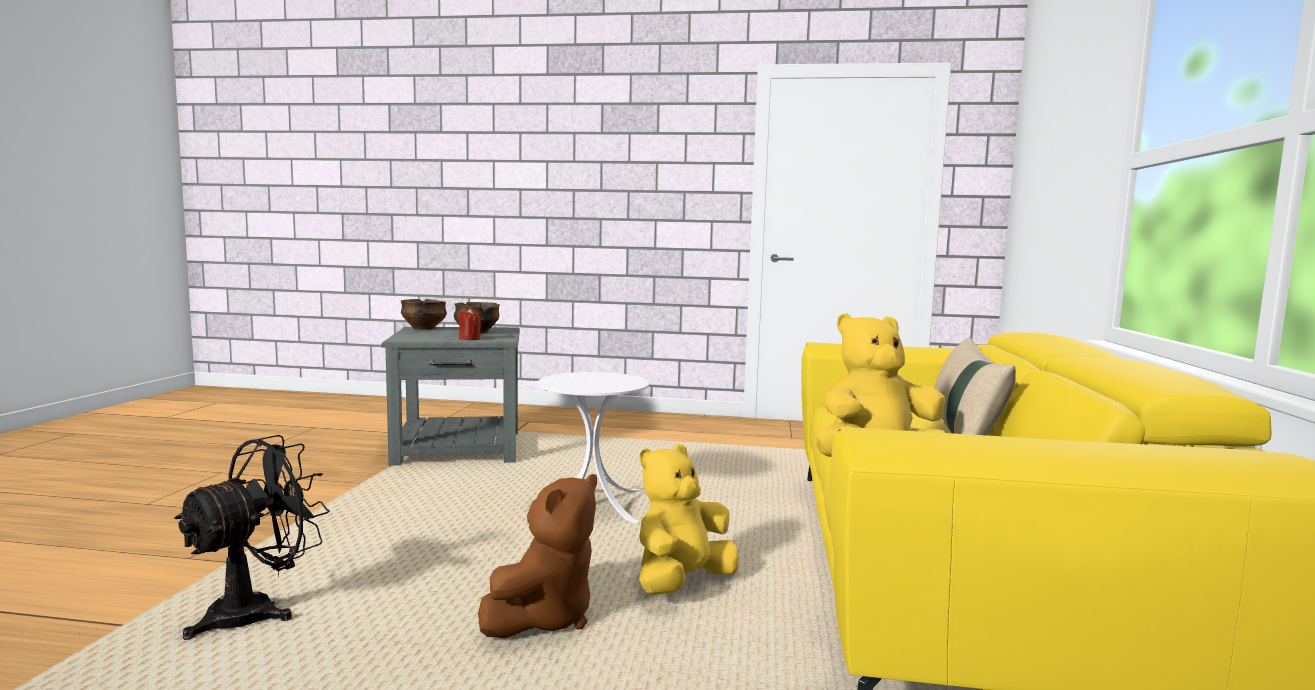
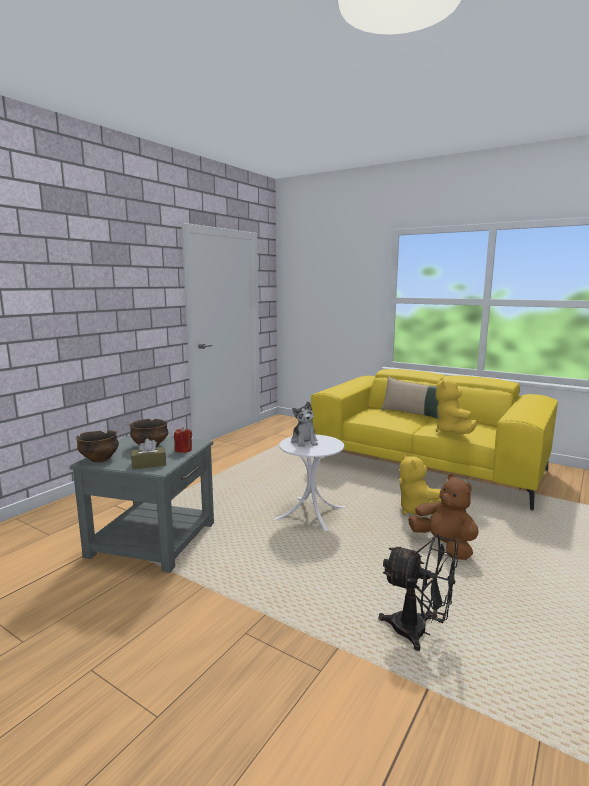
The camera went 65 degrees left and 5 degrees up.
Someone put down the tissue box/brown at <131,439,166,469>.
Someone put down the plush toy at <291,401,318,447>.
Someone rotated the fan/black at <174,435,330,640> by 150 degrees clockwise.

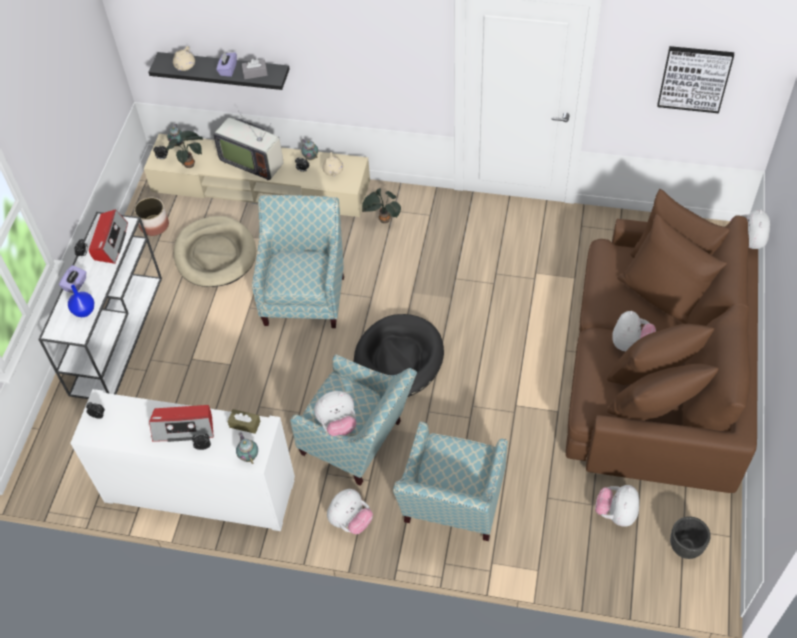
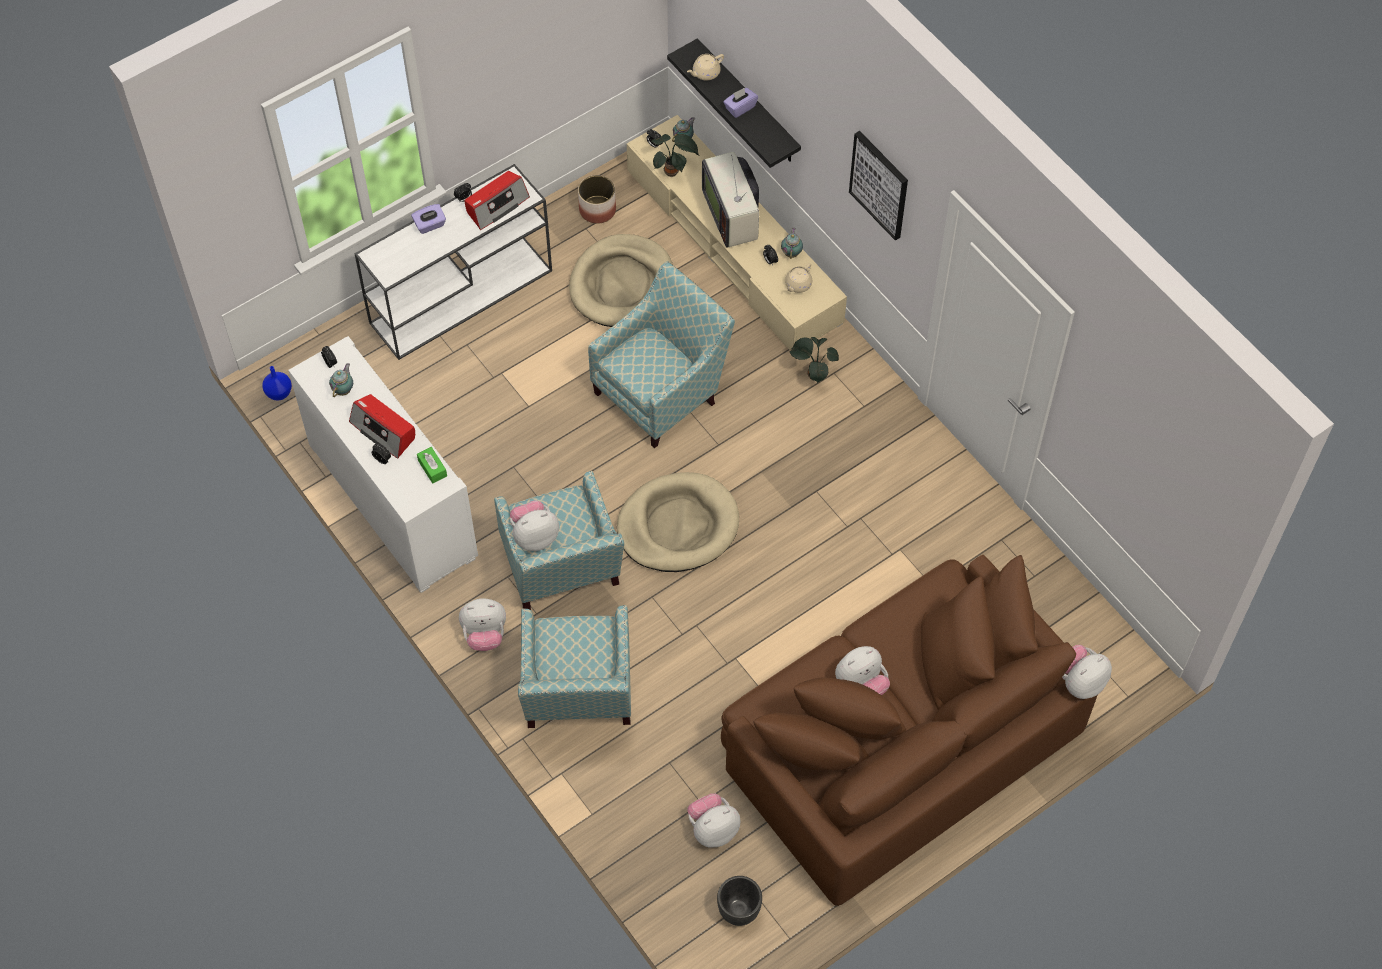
The camera went 40 degrees right and 5 degrees up.
Someone took away the tissue box/grey at <242,59,268,79>.
Someone carried the vase/blue from <68,285,94,317> to <262,366,292,401>.
Someone carried the teapot from <236,432,258,464> to <329,363,353,397>.
Someone carried the picture from <657,46,734,113> to <849,131,908,241>.
Someone repainted the tissue box/brown at <227,409,261,434>, which became the tissue box/green at <417,447,447,484>.
Someone repainted the dog bed/black at <354,314,444,397>, which became the dog bed/beige at <617,472,739,572>.
Someone rotated the plush toy at <314,391,356,436> by 135 degrees clockwise.
Someone rotated the armchair at <393,421,508,541> by 60 degrees counterclockwise.

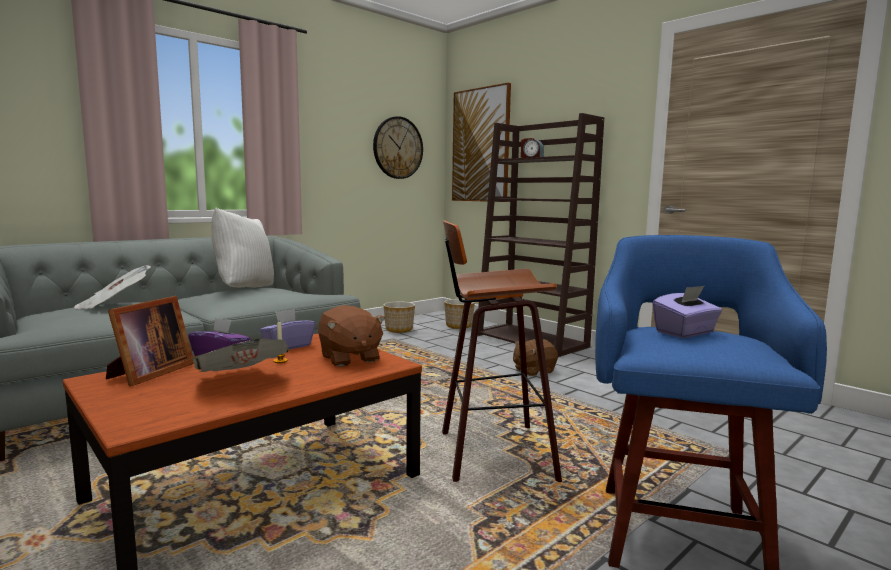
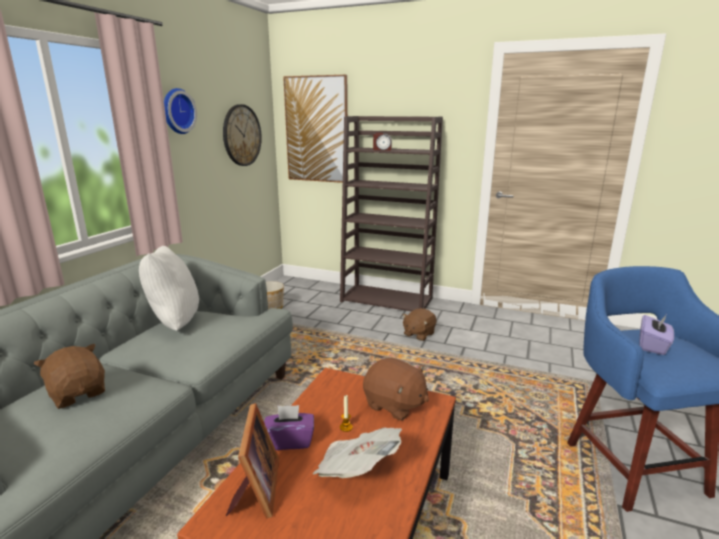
The camera went 25 degrees left and 10 degrees up.
Someone took away the tissue box/purple at <260,309,315,349>.
Someone took away the stool at <442,220,562,482>.
Someone took away the planter at <444,299,475,329>.
Someone put up the wall clock at <164,88,197,134>.
Someone swapped the newspaper at <74,265,151,309> for the plush toy/brown at <34,344,105,409>.

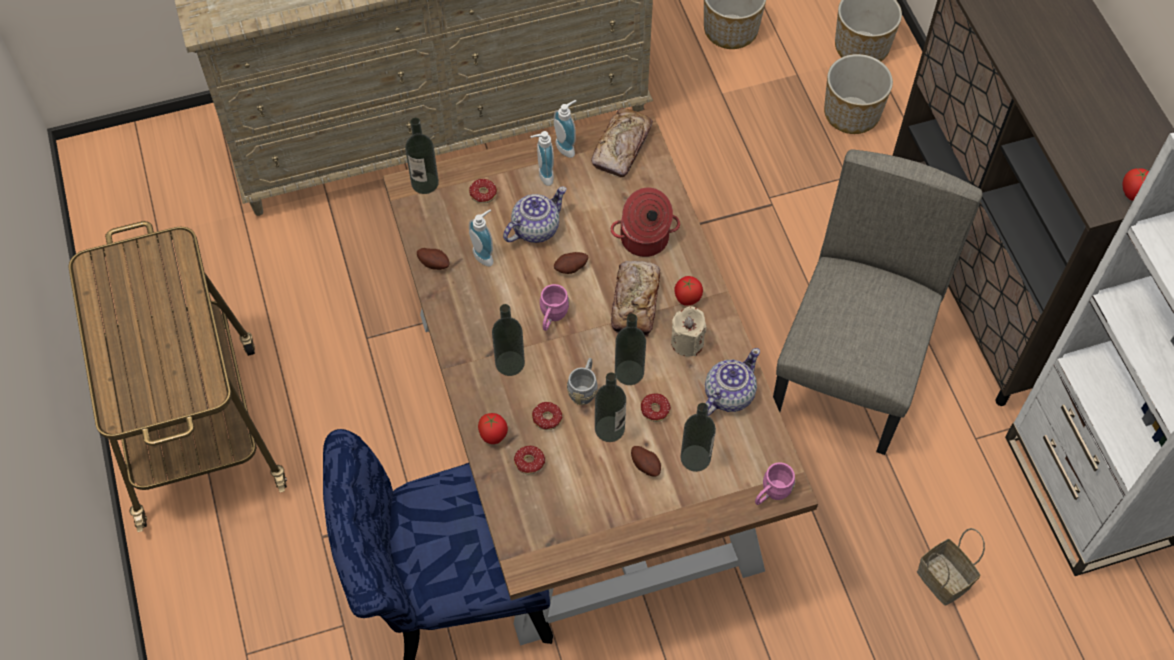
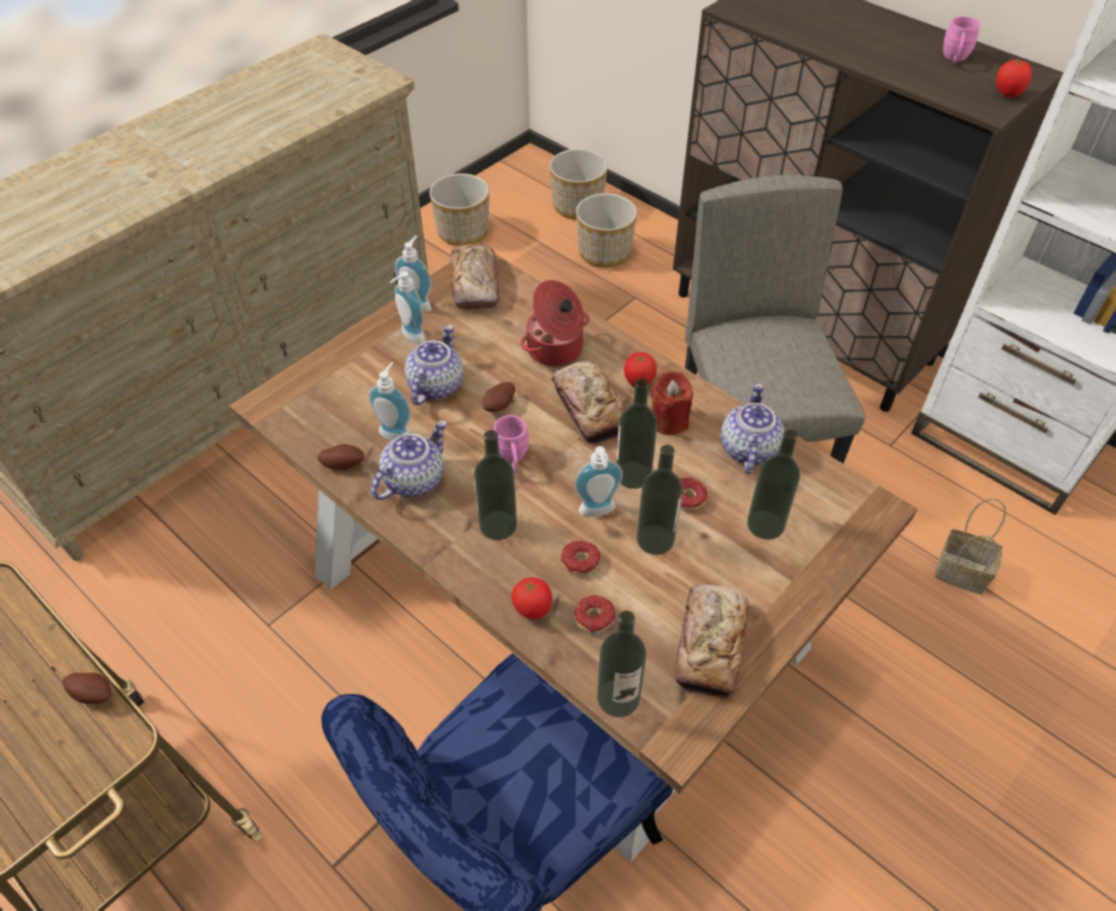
The camera went 30 degrees left and 10 degrees down.
Someone took away the donut at <469,179,497,203>.
Someone put down the teapot at <371,420,447,500>.
Someone put down the bread at <675,584,748,699>.
Someone carried the bottle from <405,118,439,194> to <597,611,646,717>.
Someone carried the potato from <631,446,661,476> to <63,672,111,704>.
Someone carried the mug/pink from <755,462,795,505> to <943,16,980,63>.
Someone swapped the mug/grey at <567,358,597,405> for the soap dispenser at <574,446,623,517>.
Someone repainted the candle/beige at <671,307,707,357>, which became the candle/red at <651,371,693,435>.

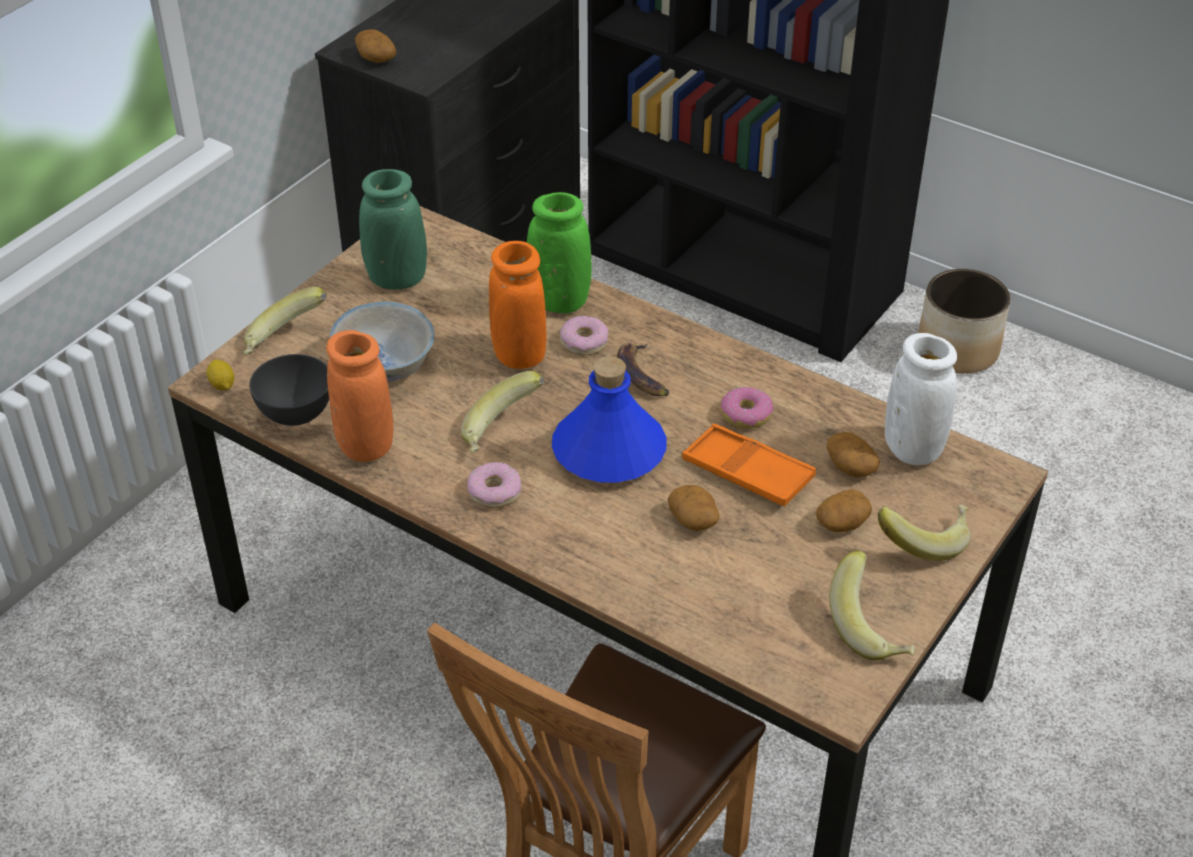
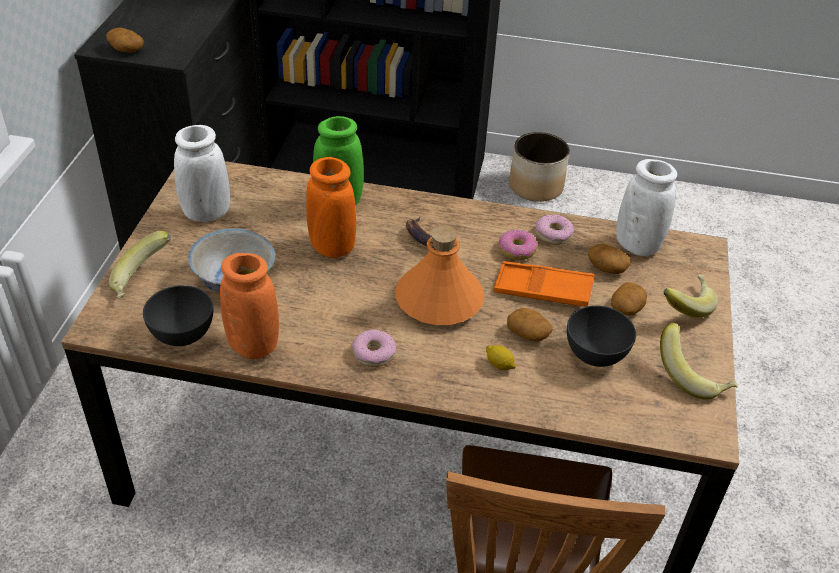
The camera went 25 degrees left and 0 degrees up.
Someone took away the banana at <461,371,544,453>.
Someone put down the bowl/grey at <567,305,636,367>.
Someone carried the lemon from <206,359,234,391> to <486,345,516,370>.
Someone carried the donut from <560,316,608,355> to <535,215,574,245>.
Someone repainted the vase/green at <359,169,427,290>, which became the vase/white at <174,125,230,222>.
Someone repainted the bottle/blue at <552,356,667,483>, which became the bottle/orange at <395,226,484,325>.

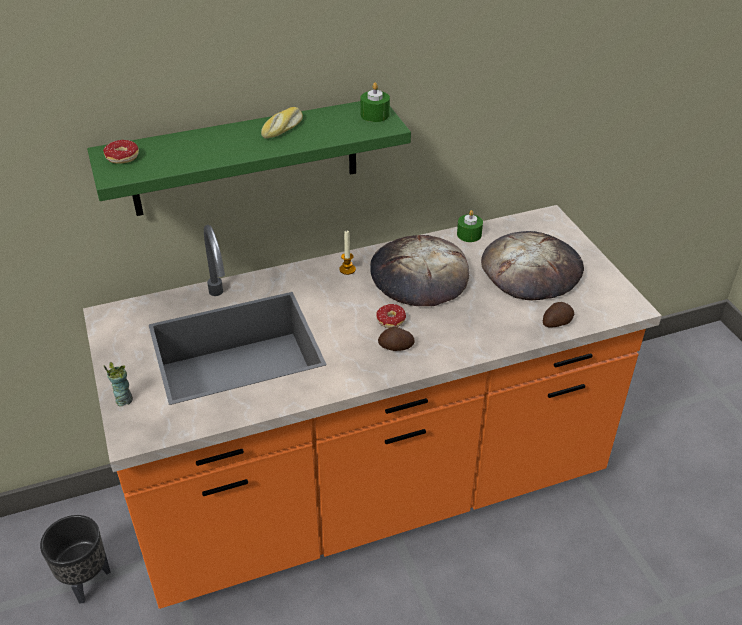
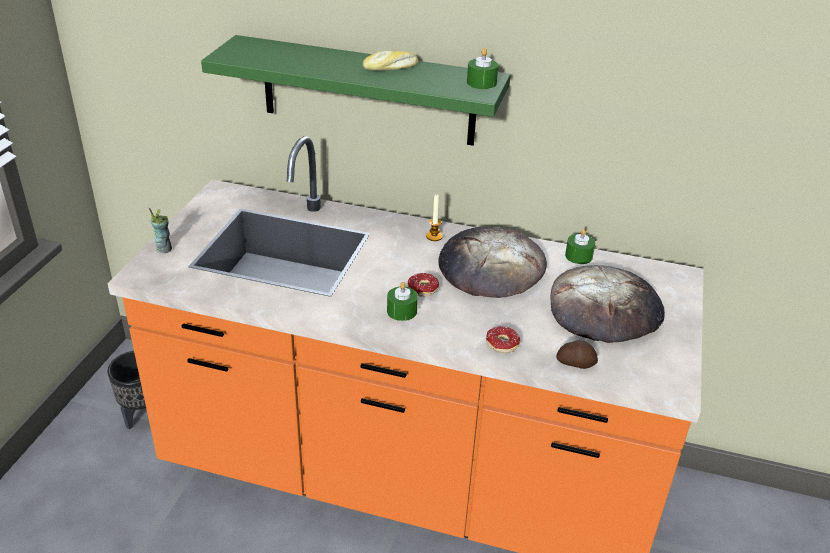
The camera went 35 degrees right and 5 degrees down.
Someone carried the donut from <103,140,139,164> to <486,326,520,353>.
Someone swapped the potato at <378,326,415,351> for the candle/green at <387,282,418,321>.

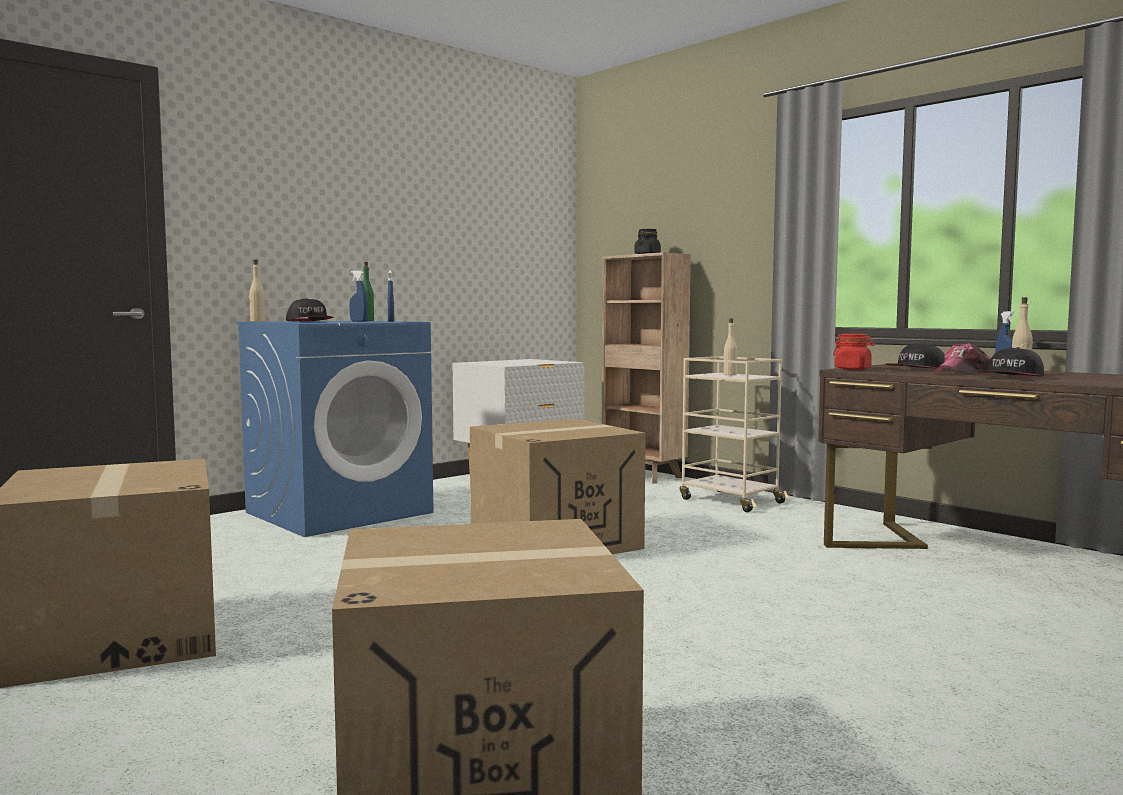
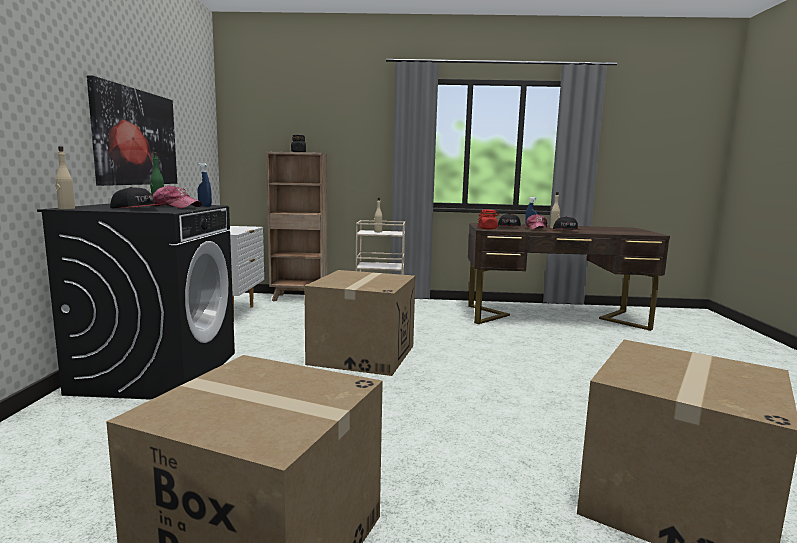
The camera went 45 degrees left and 5 degrees up.
Someone put up the picture at <87,75,177,186>.
Someone swapped the spray bottle/blue at <349,271,368,322> for the cap at <152,185,202,208>.
Someone repainted the washing machine/blue at <237,321,434,537>, which became the washing machine/black at <37,203,235,400>.

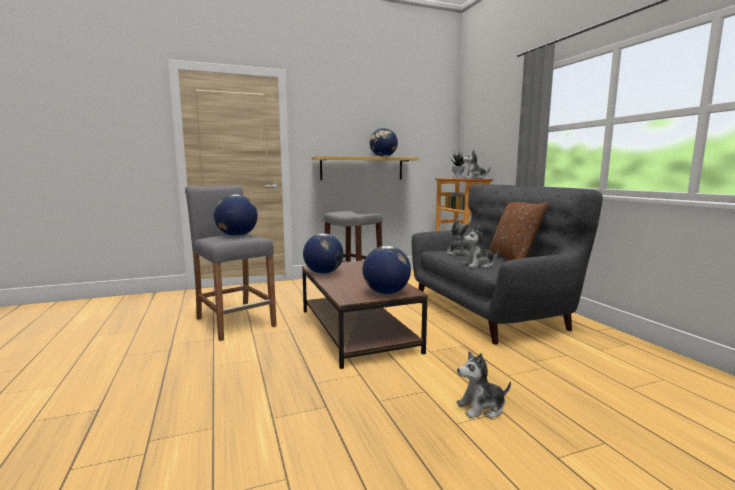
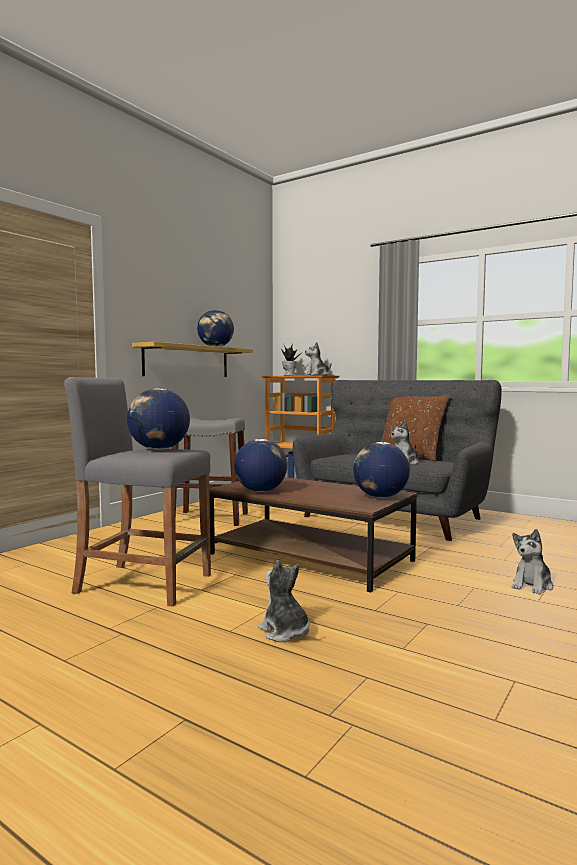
The camera went 35 degrees left and 5 degrees down.
Someone carried the plush toy from <447,219,469,256> to <258,560,310,642>.

